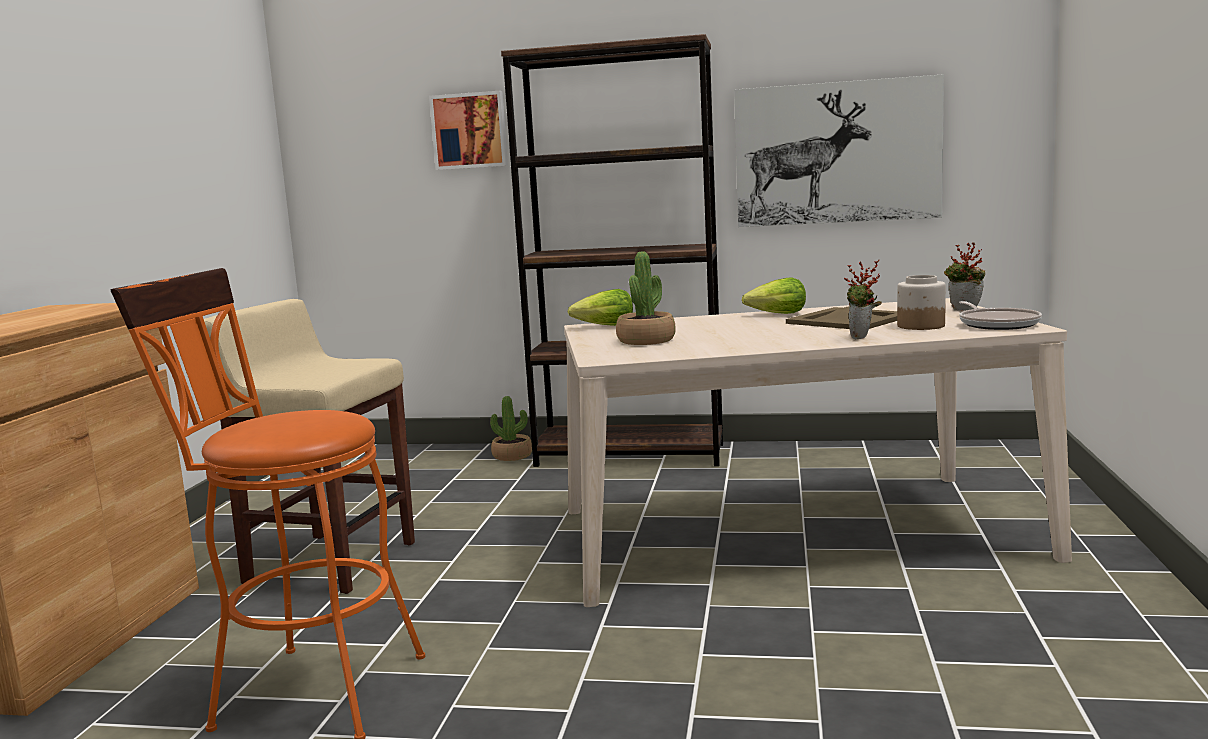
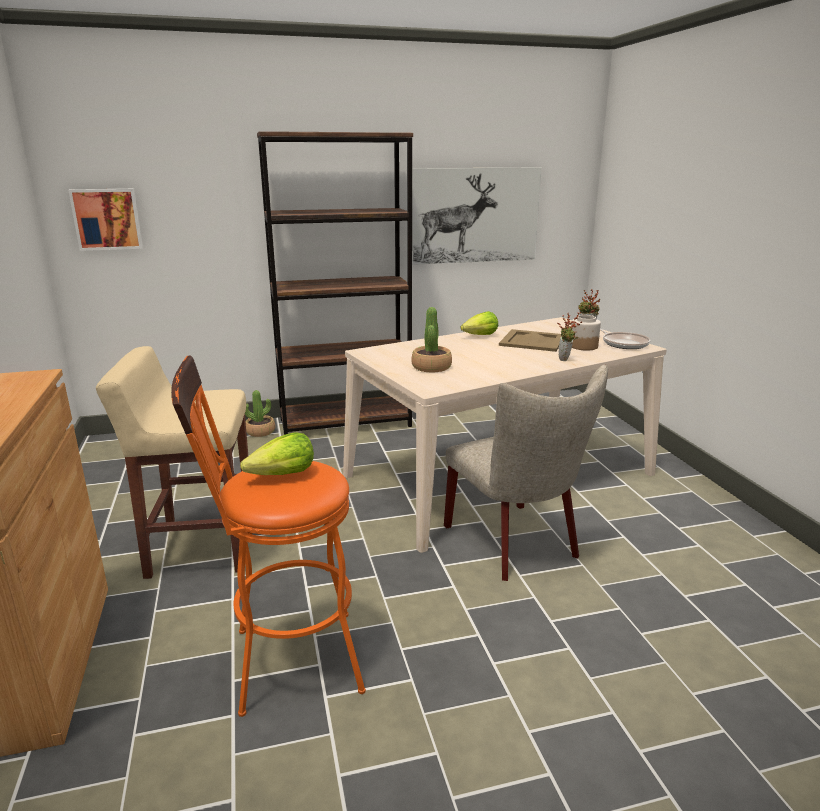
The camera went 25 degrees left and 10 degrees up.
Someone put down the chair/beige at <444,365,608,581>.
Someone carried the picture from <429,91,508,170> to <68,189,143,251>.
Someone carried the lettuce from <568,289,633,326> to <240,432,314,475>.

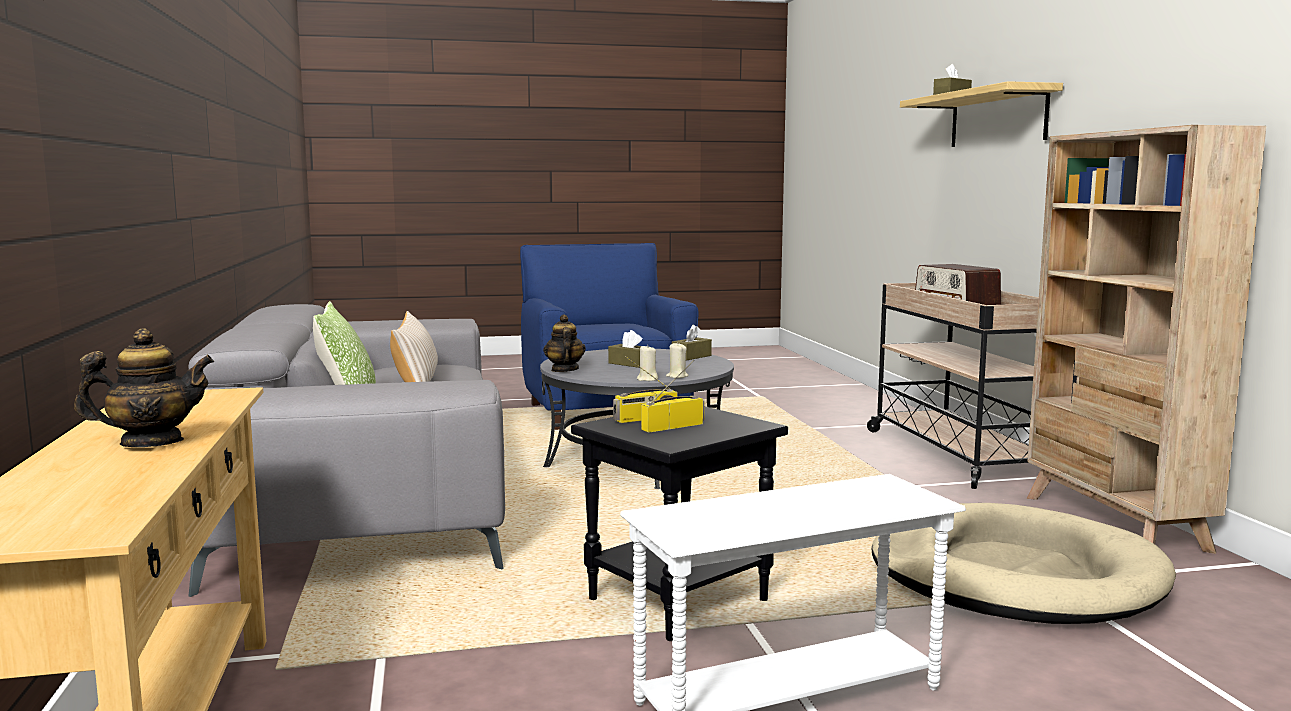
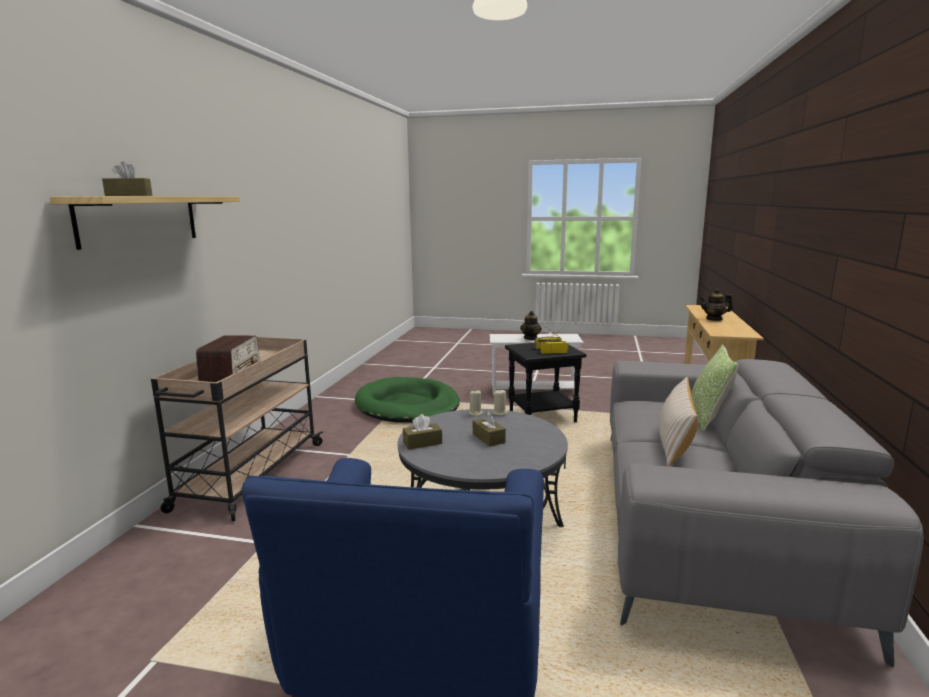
The camera went 155 degrees left and 5 degrees up.
Someone took away the bookcase/beige at <1027,125,1266,554>.
Someone carried the teapot from <544,314,586,372> to <520,311,542,340>.
Someone repainted the dog bed/beige at <872,503,1176,624>, which became the dog bed/green at <355,377,460,423>.

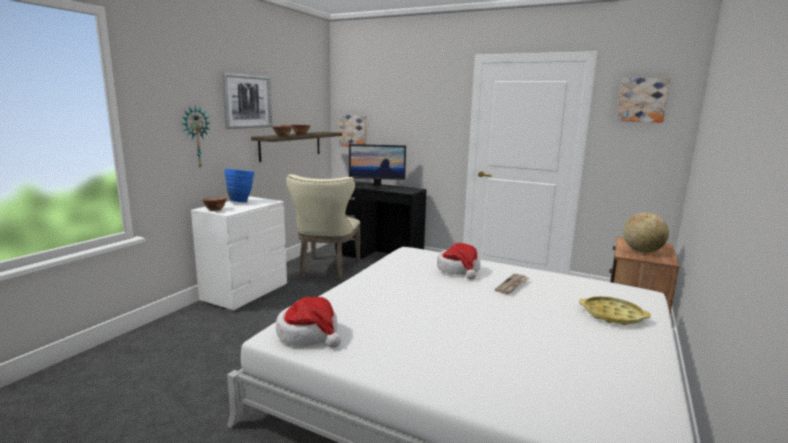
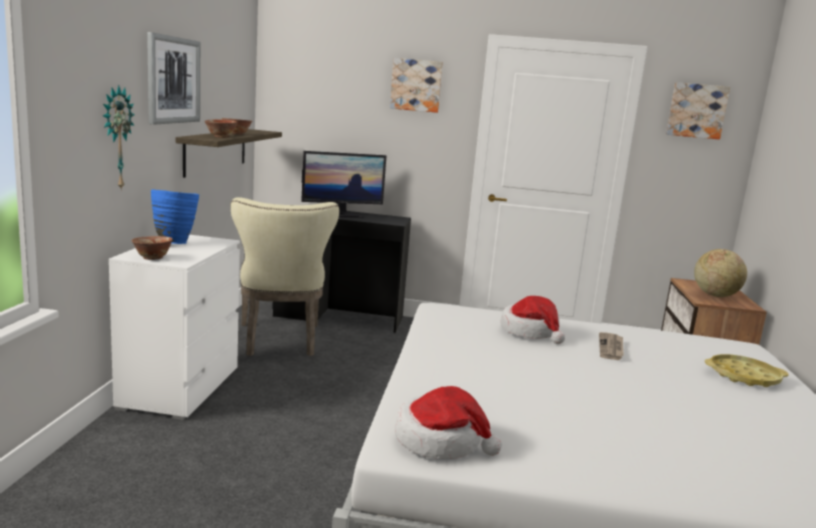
The camera went 20 degrees left and 0 degrees up.
Someone carried the picture from <338,115,367,147> to <390,58,443,113>.

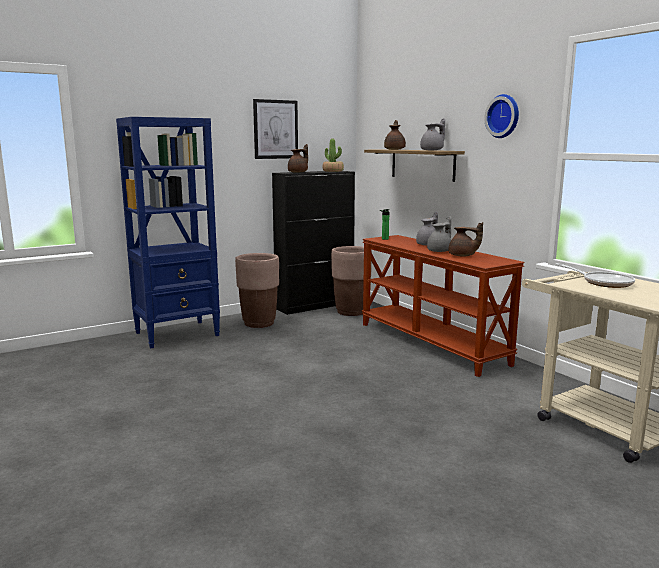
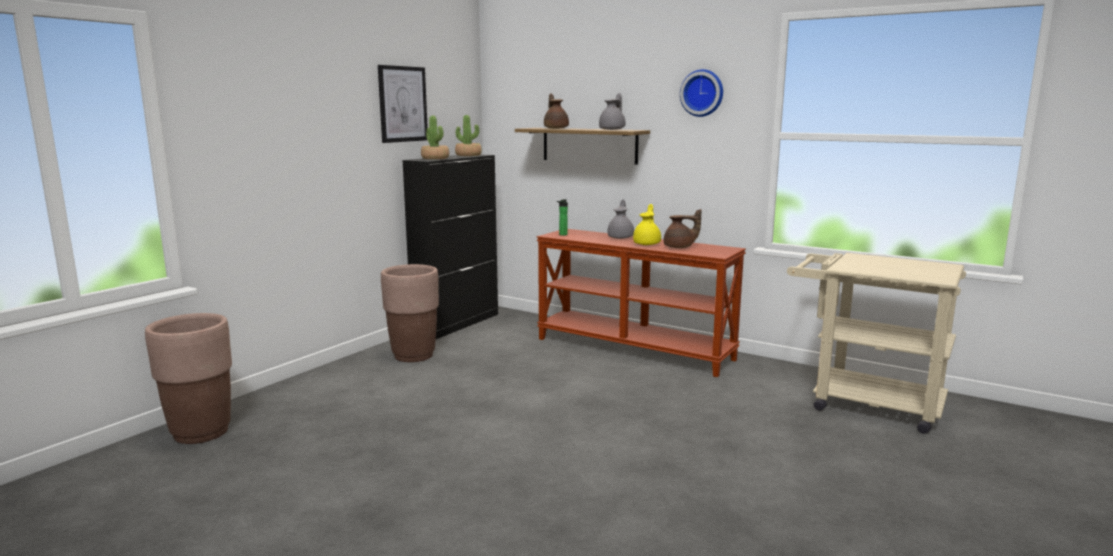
The camera went 25 degrees left and 0 degrees up.
Someone took away the bookcase/blue at <116,117,220,348>.
Someone took away the frying pan at <555,263,635,288>.
Someone carried the planter/brown from <331,246,372,316> to <145,313,232,444>.
Someone swapped the teapot/brown at <288,144,308,173> for the potted plant at <421,116,449,159>.
Someone repainted the teapot/grey at <427,216,451,252>, which became the teapot/yellow at <633,204,661,245>.

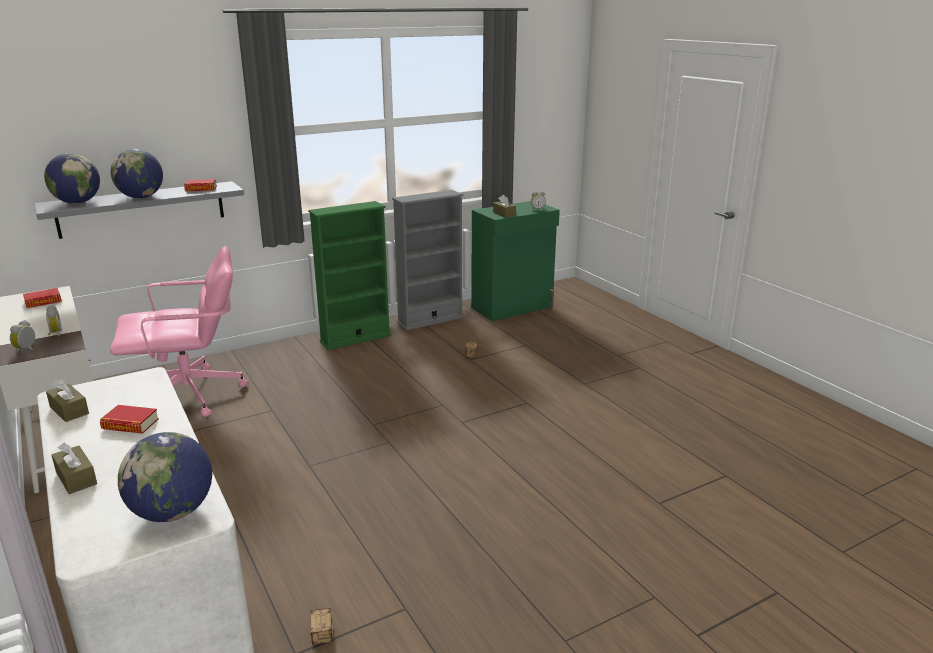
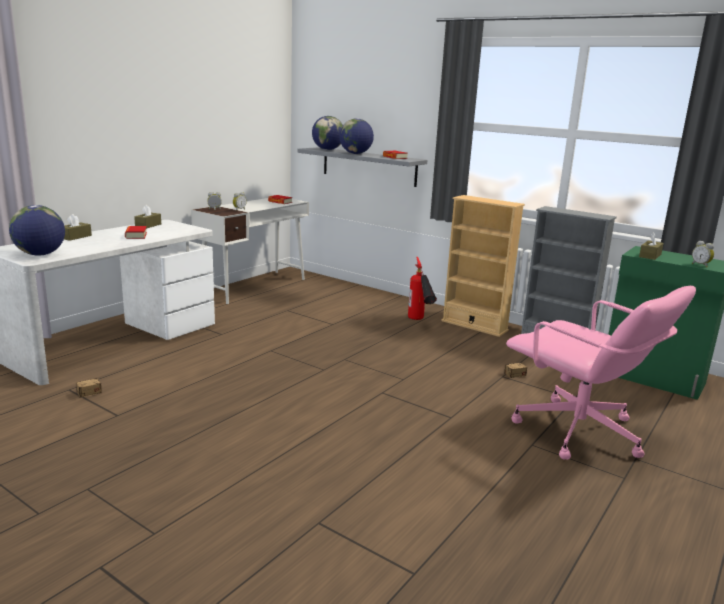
The camera went 65 degrees right and 5 degrees down.
Someone put down the fire extinguisher at <408,257,437,320>.
Someone carried the office chair/pink from <110,246,248,417> to <506,286,696,460>.
Someone repainted the bookcase/green at <308,201,391,350>, which became the bookcase/beige at <441,195,525,337>.

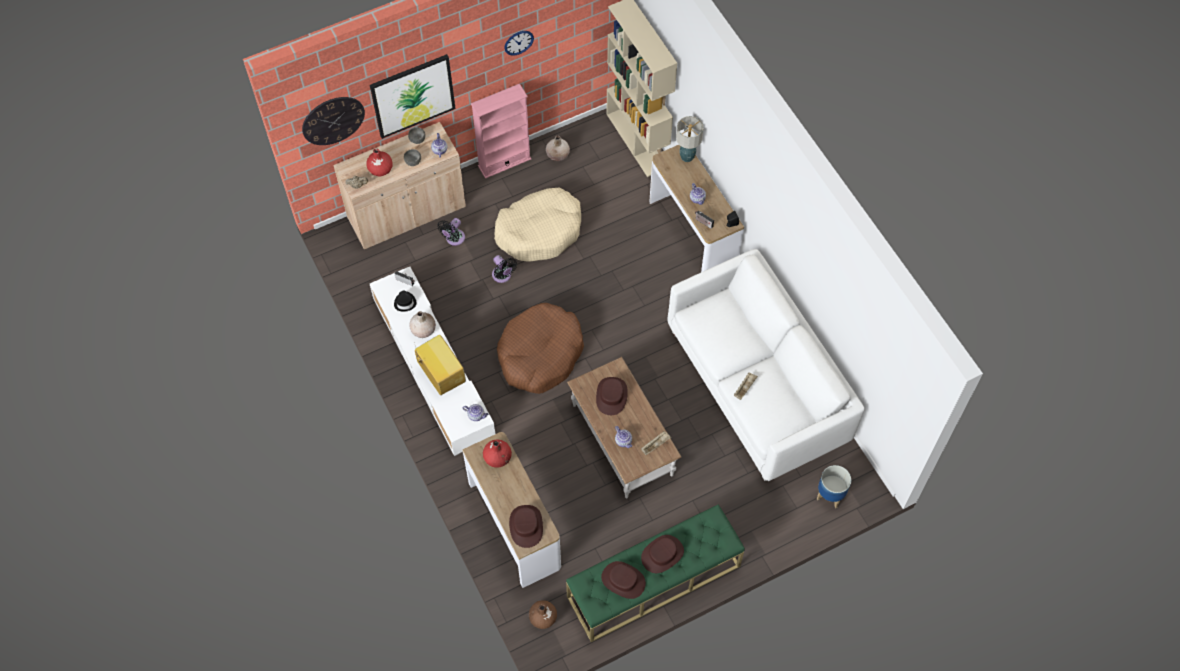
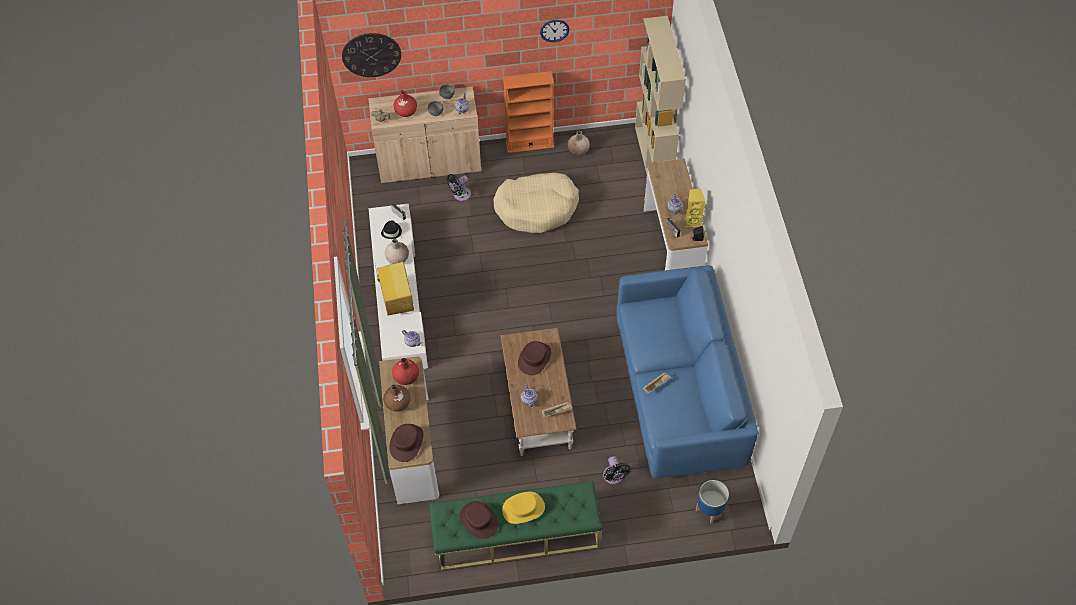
The camera went 20 degrees right and 5 degrees down.
Someone took away the picture at <370,54,456,139>.
Someone took away the dog bed/brown at <497,303,584,394>.
Someone took away the table lamp at <676,116,704,162>.
Someone put down the speaker/yellow at <685,189,706,227>.
Someone carried the fan/black from <492,255,517,283> to <603,456,631,484>.
Someone carried the vase/brown from <529,600,557,629> to <383,384,411,412>.
Someone repainted the bookcase/pink at <471,84,531,179>, which became the bookcase/orange at <503,71,554,153>.
Someone repainted the hat/brown at <641,535,684,573>, which became the hat/yellow at <502,492,545,524>.
Someone repainted the sofa/white at <667,249,865,481>, which became the sofa/blue at <617,266,758,479>.

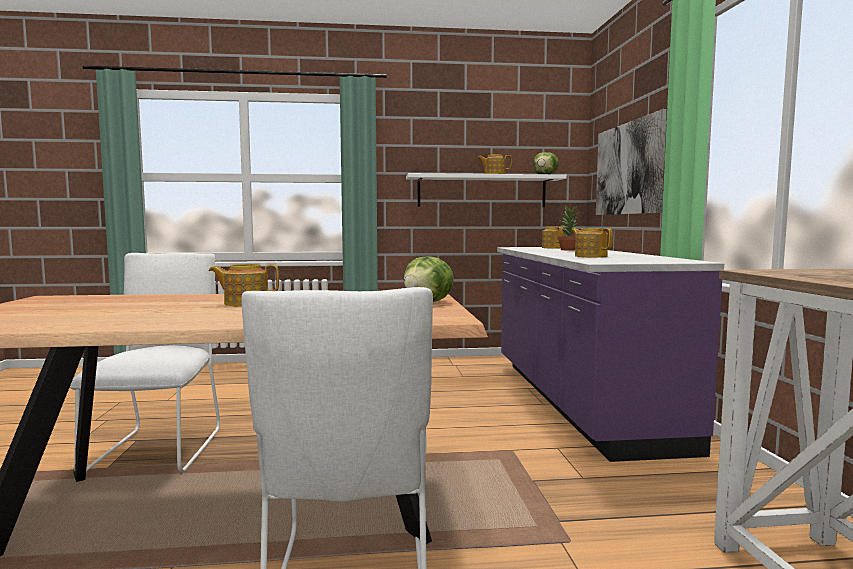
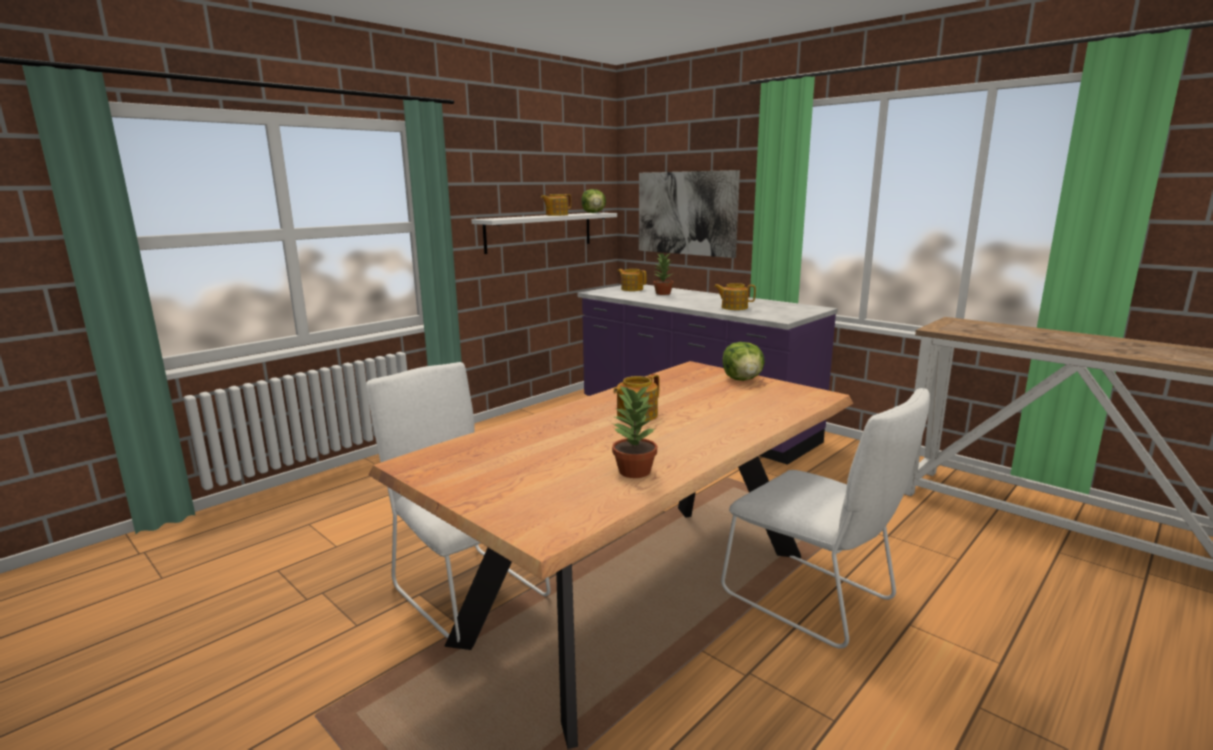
The camera went 40 degrees left and 10 degrees up.
Someone put down the potted plant at <612,385,657,478>.

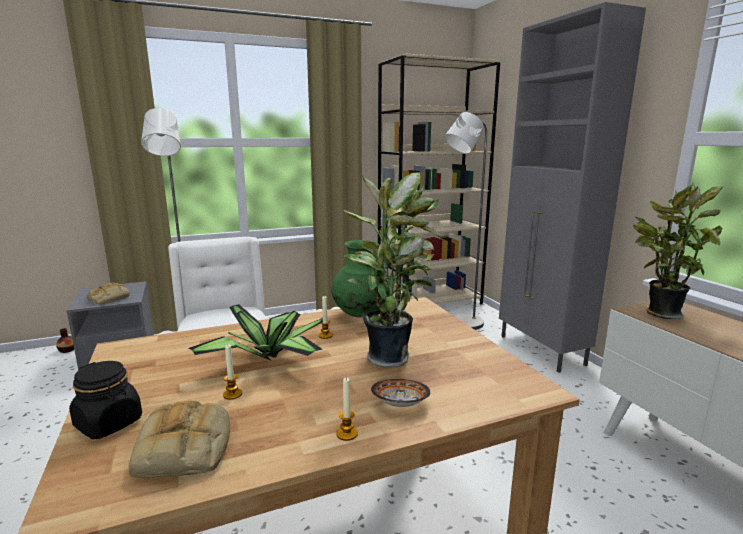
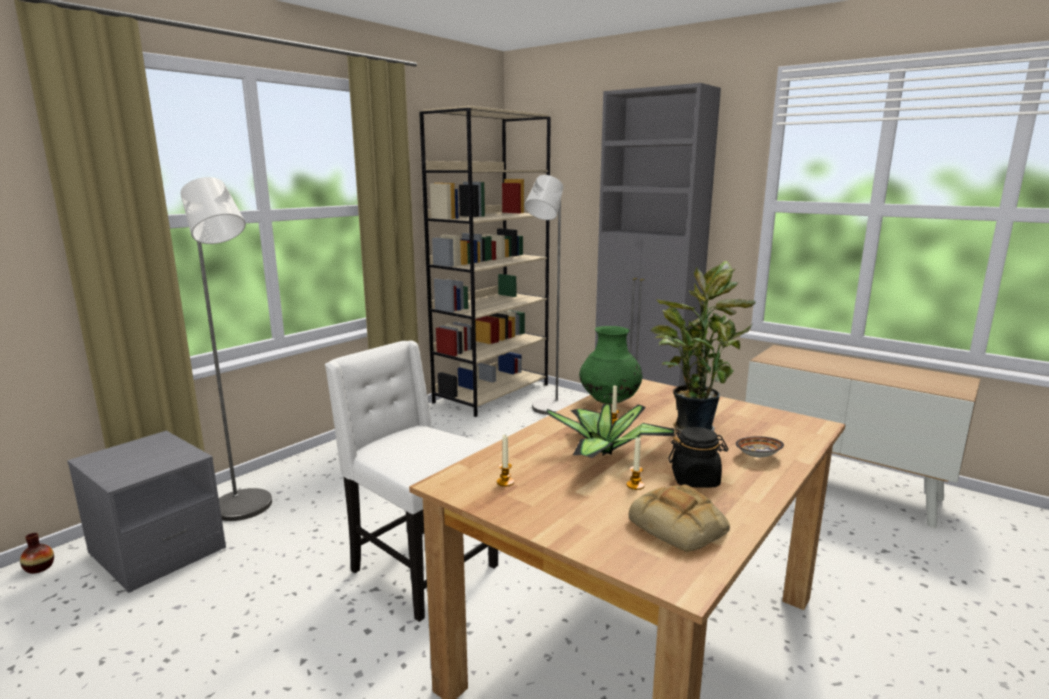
The camera went 30 degrees left and 0 degrees up.
Someone took away the bread at <86,282,130,304>.
Someone took away the potted plant at <633,182,724,319>.
Someone carried the jar/black from <69,361,142,439> to <668,427,729,488>.
Someone carried the candle from <336,377,358,441> to <497,435,514,487>.

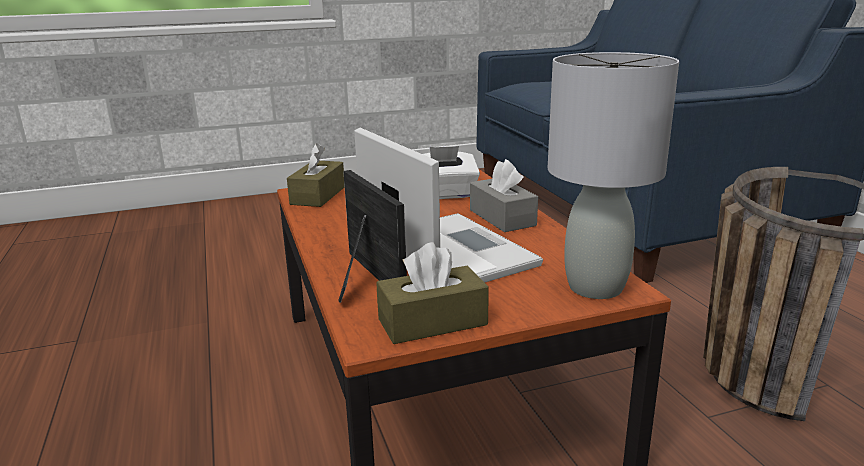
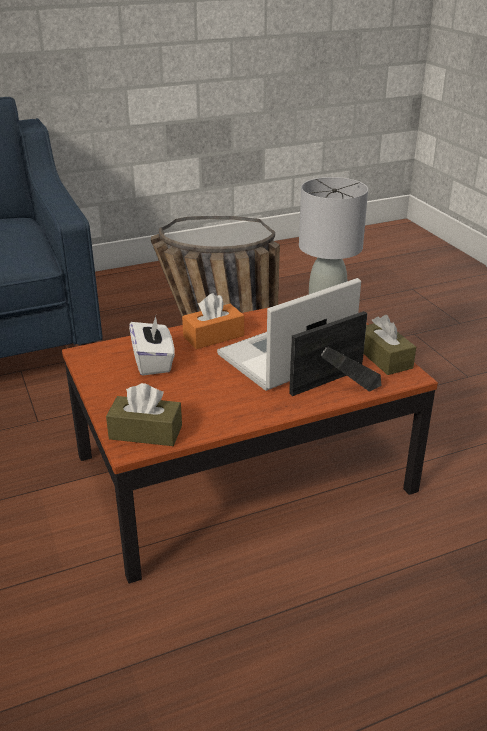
The camera went 95 degrees left and 10 degrees up.
Someone repainted the tissue box/grey at <470,159,538,232>, which became the tissue box/orange at <182,293,244,349>.

